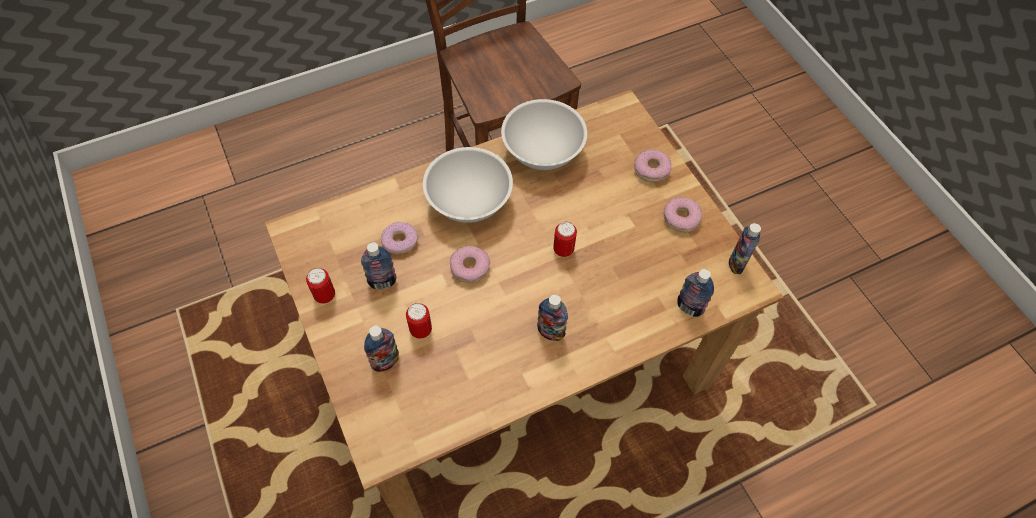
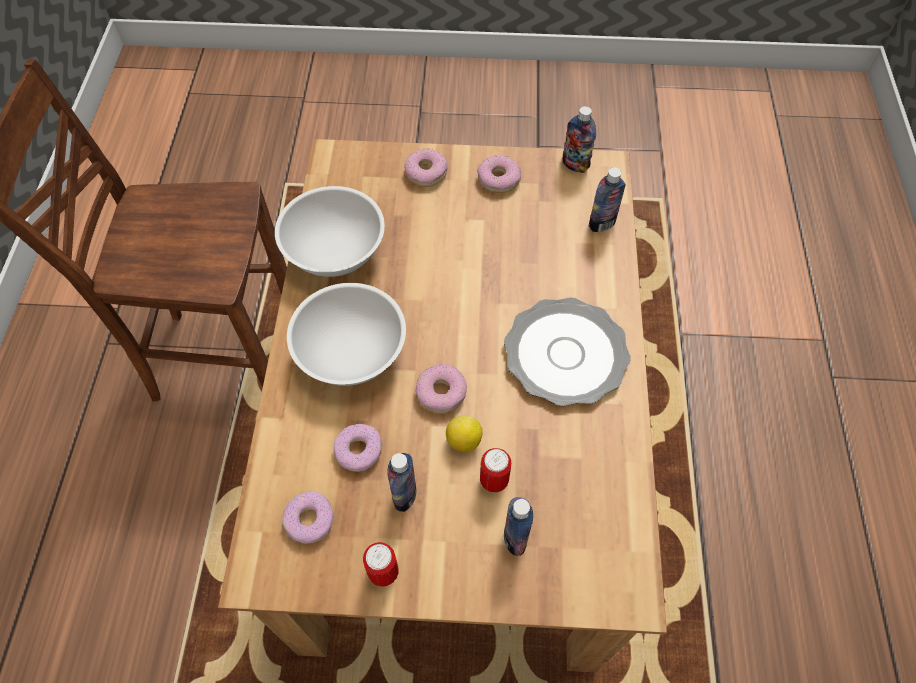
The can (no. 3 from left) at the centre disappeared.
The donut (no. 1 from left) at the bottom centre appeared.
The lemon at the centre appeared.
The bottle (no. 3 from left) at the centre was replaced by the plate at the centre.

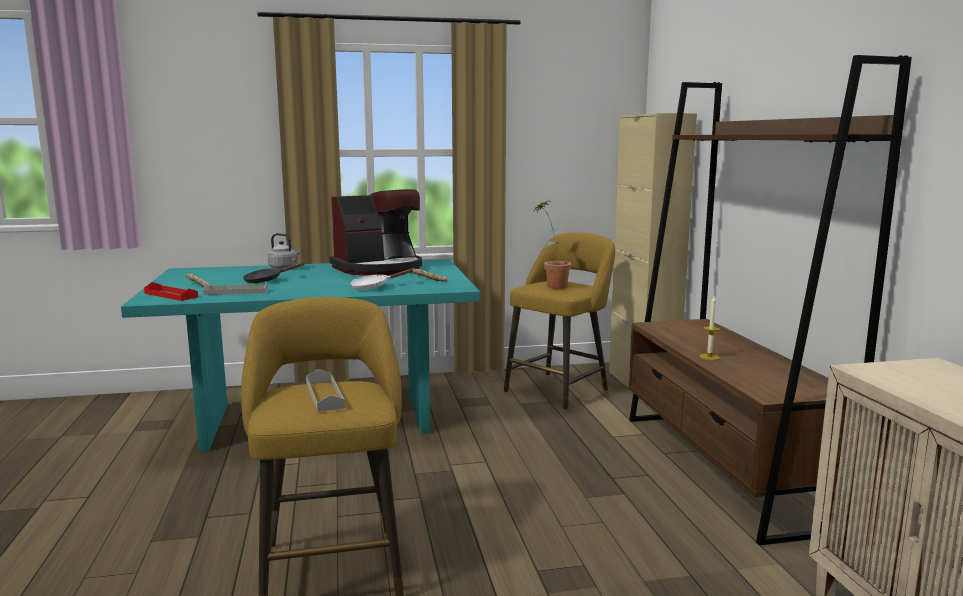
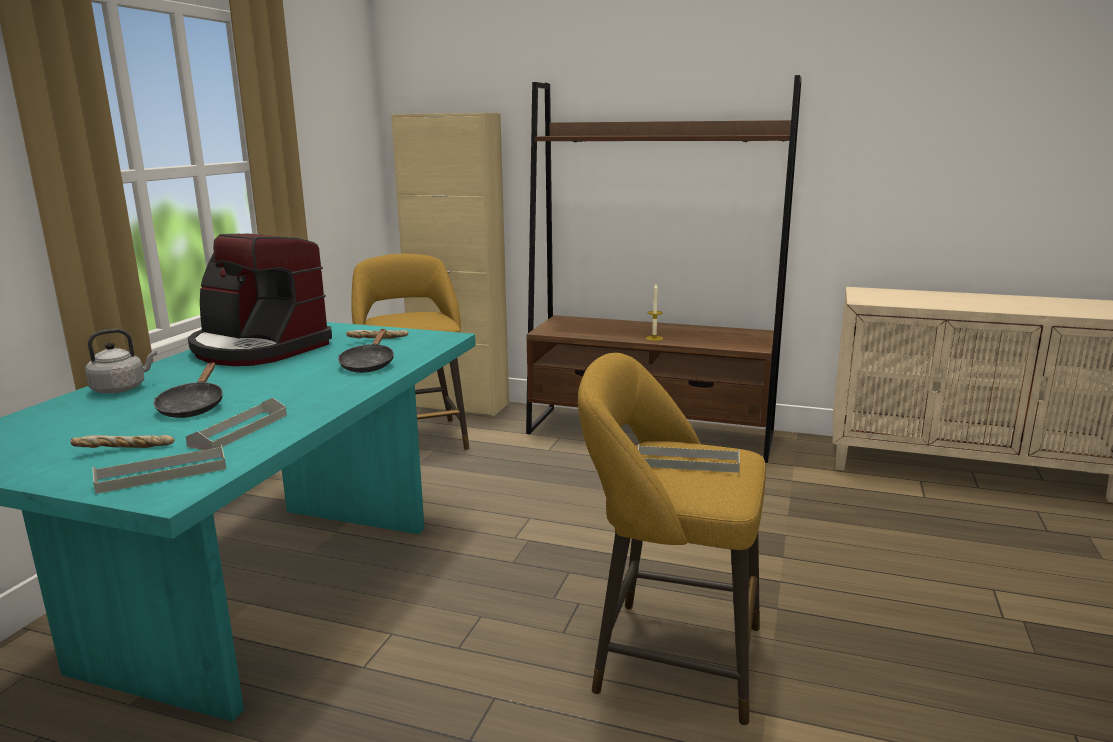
The potted plant at the centre disappeared.
The red tray at the middle left became the grey tray (no. 1 from left) at the middle left.
The white frying pan at the centre became the black frying pan (no. 2 from left) at the middle left.
The coffee machine at the centre turned 120 degrees clockwise.

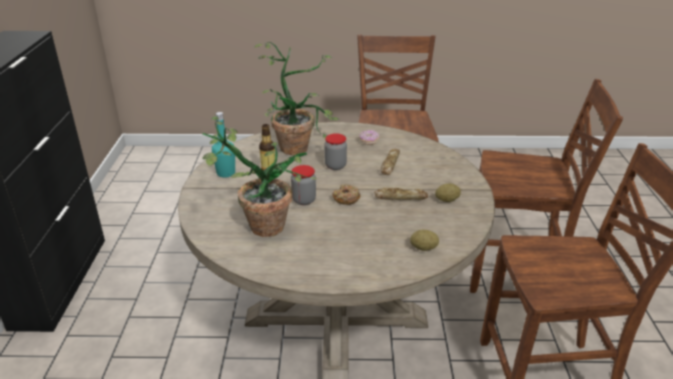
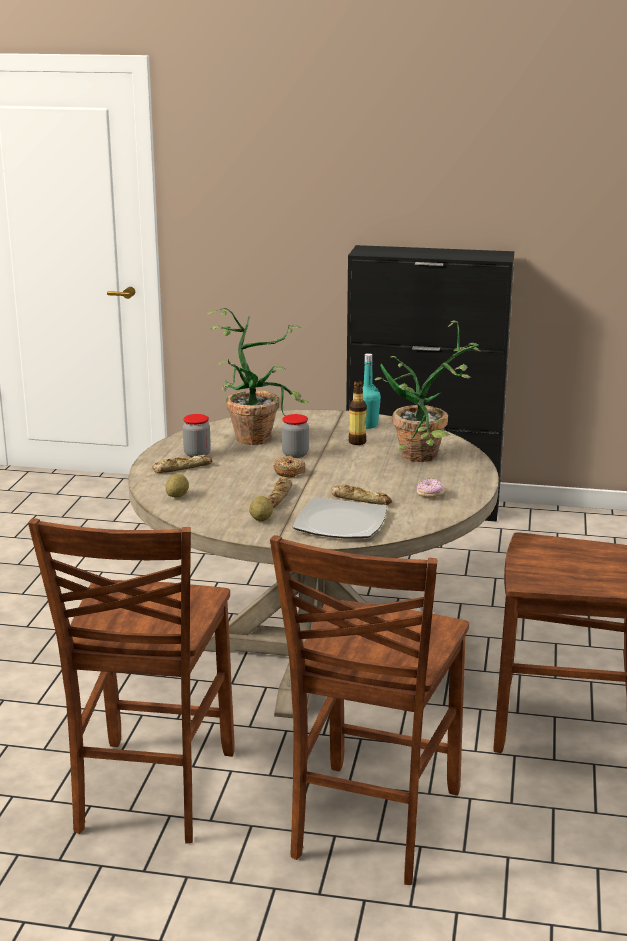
The bread (no. 1 from left) at the middle left appeared.
The plate at the centre appeared.
The jar (no. 2 from left in the first image) moved from the centre to the middle left.

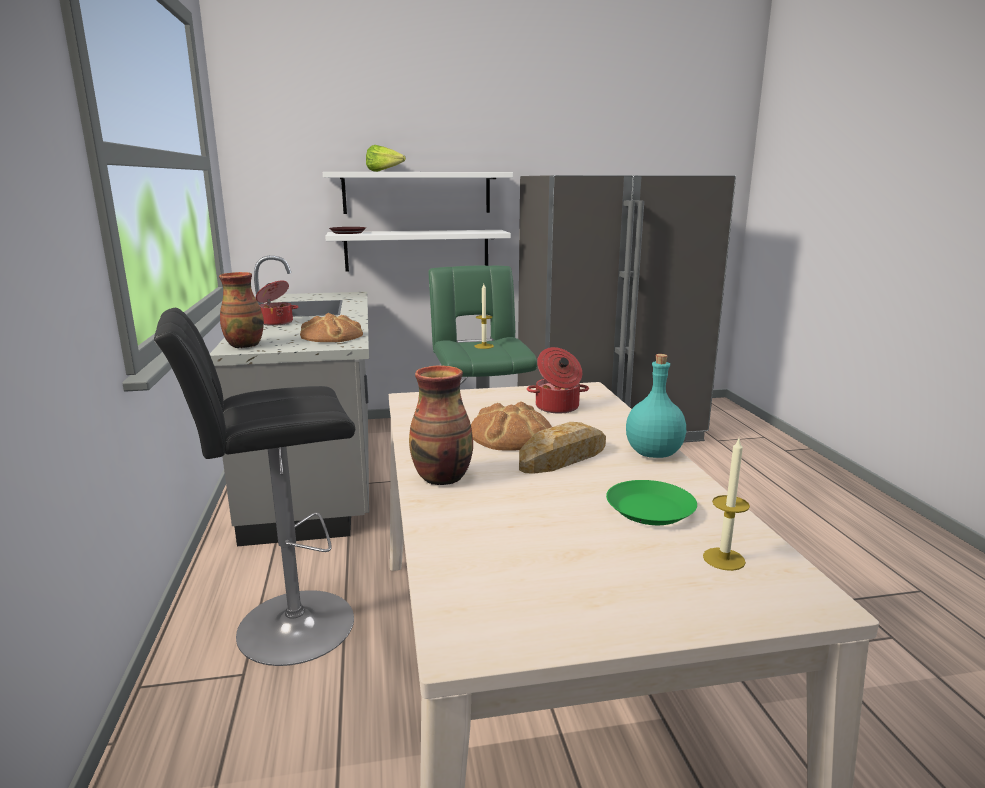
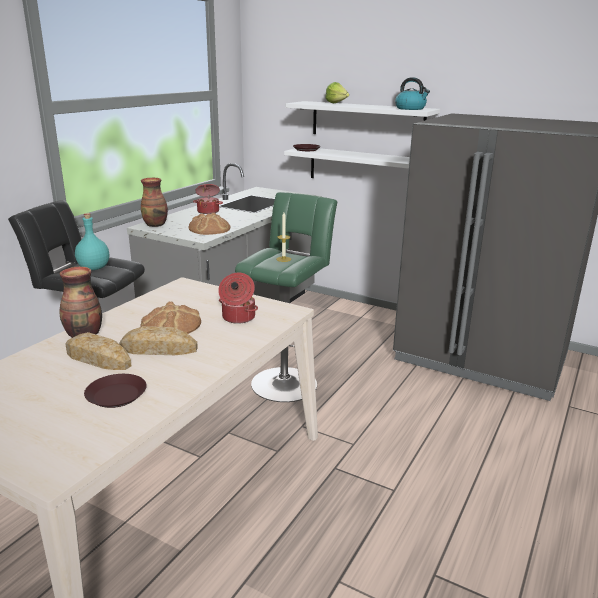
The candle (no. 2 from left) at the middle right disappeared.
The bread (no. 1 from left) at the middle left appeared.
The kettle at the top right appeared.
The turquoise bottle moved from the centre to the middle left.
The green plate at the centre became the brown plate (no. 1 from left) at the middle left.

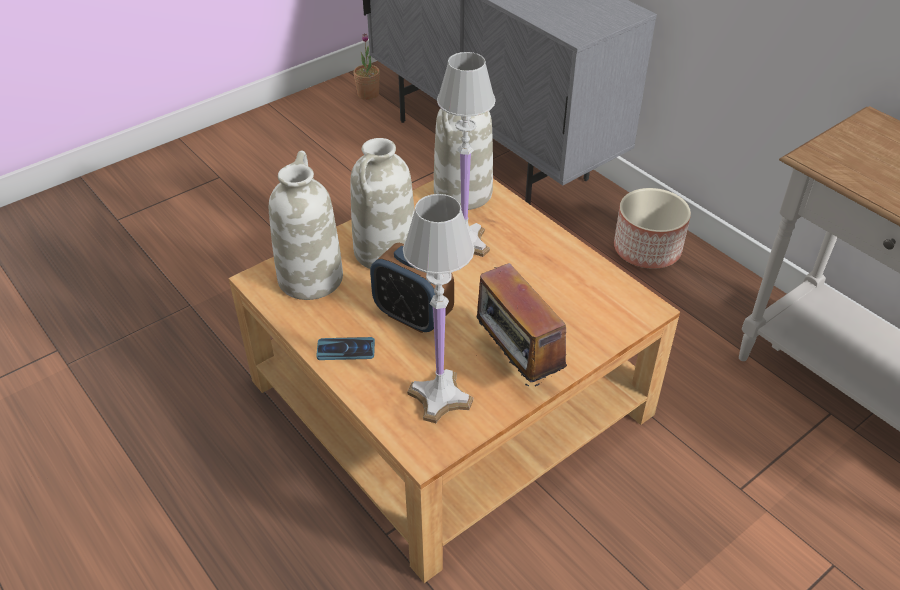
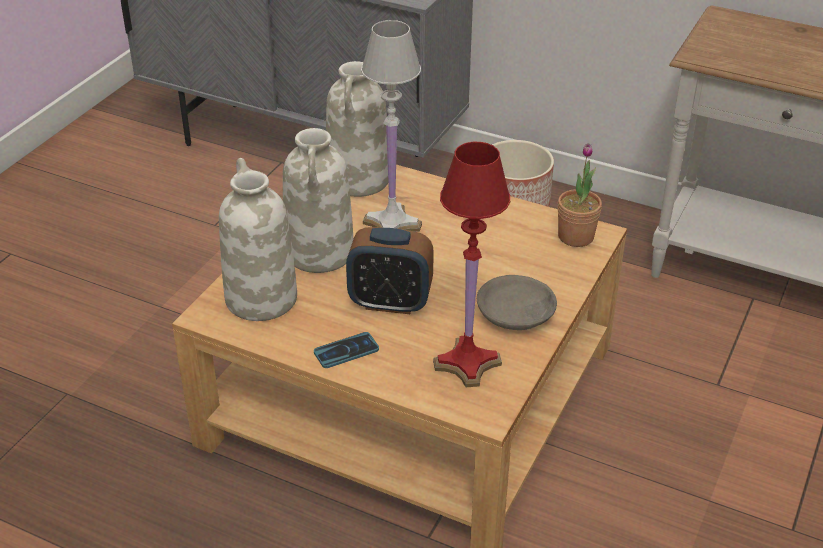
The potted plant moved from the top centre to the middle right.
The radio at the centre was replaced by the grey bowl at the centre.
The white table lamp (no. 1 from left) at the centre became the red table lamp at the centre.

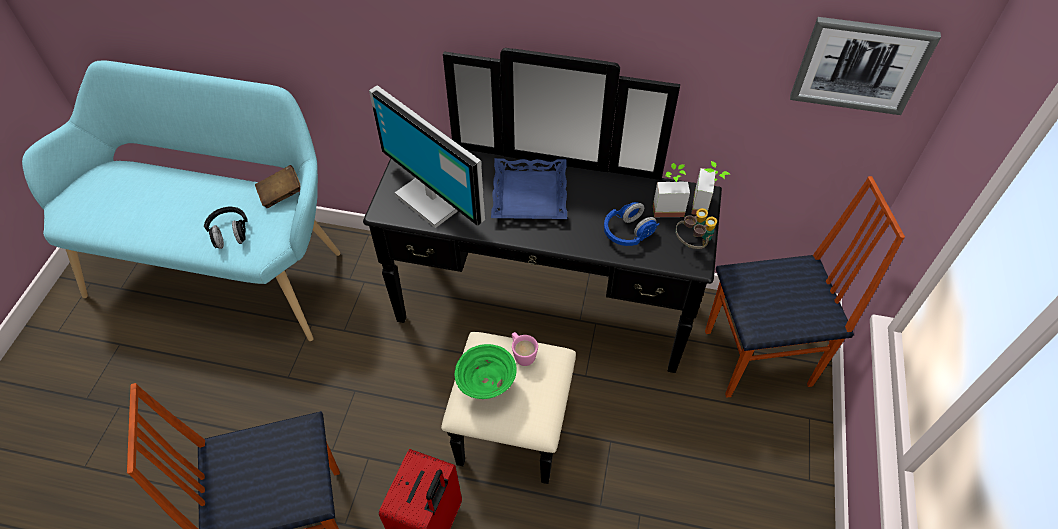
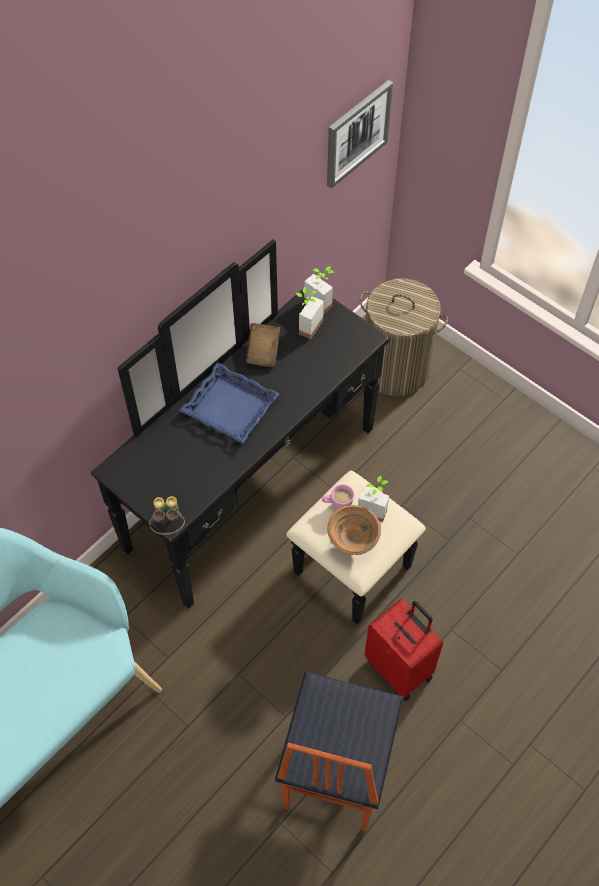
The black headphones at the middle left disappeared.
The monitor at the top centre disappeared.
The blue headphones at the centre disappeared.
The potted plant (no. 3 from left) at the centre appeared.
The brown book moved from the middle left to the centre.
The binoculars moved from the centre to the middle left.
The chair (no. 2 from left) at the middle right was replaced by the laundry basket at the middle right.
The green bowl at the bottom centre became the brown bowl at the centre.

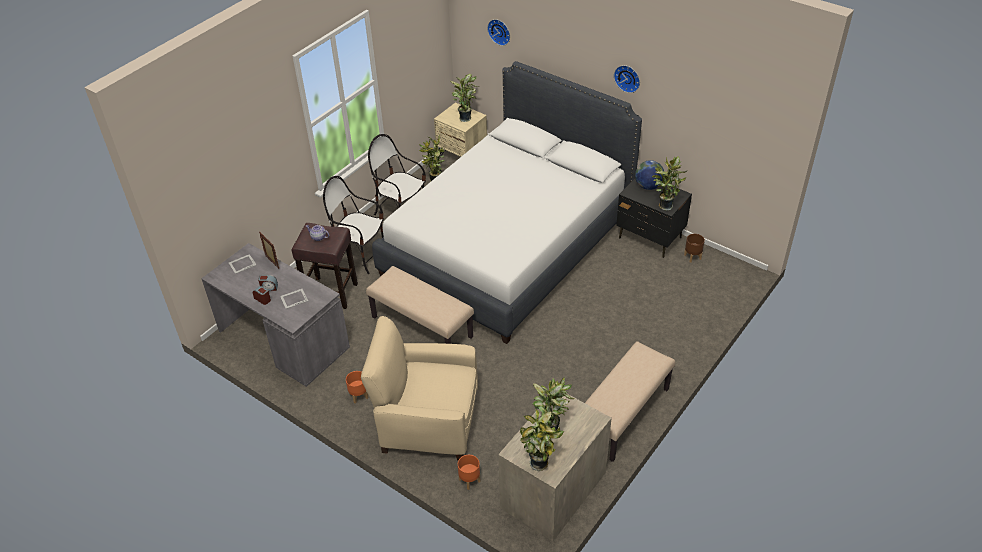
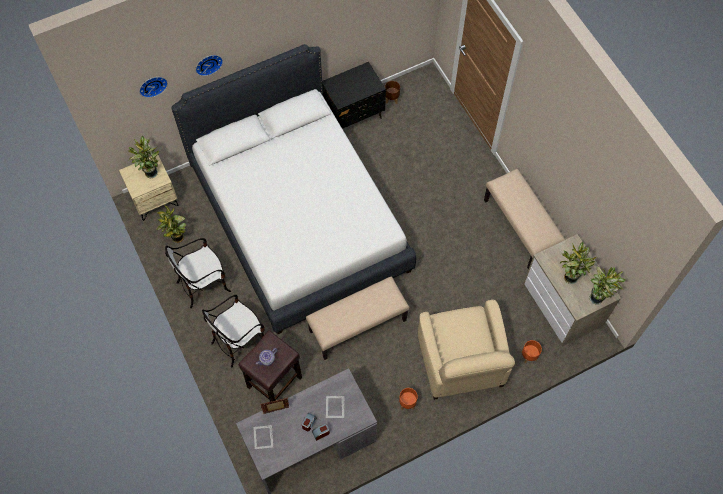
The globe at the top centre disappeared.
The potted plant (no. 5 from left) at the top right disappeared.
The wall clock (no. 2 from left) moved from the top centre to the top left.
The beige armchair at the bottom centre turned 45 degrees counterclockwise.

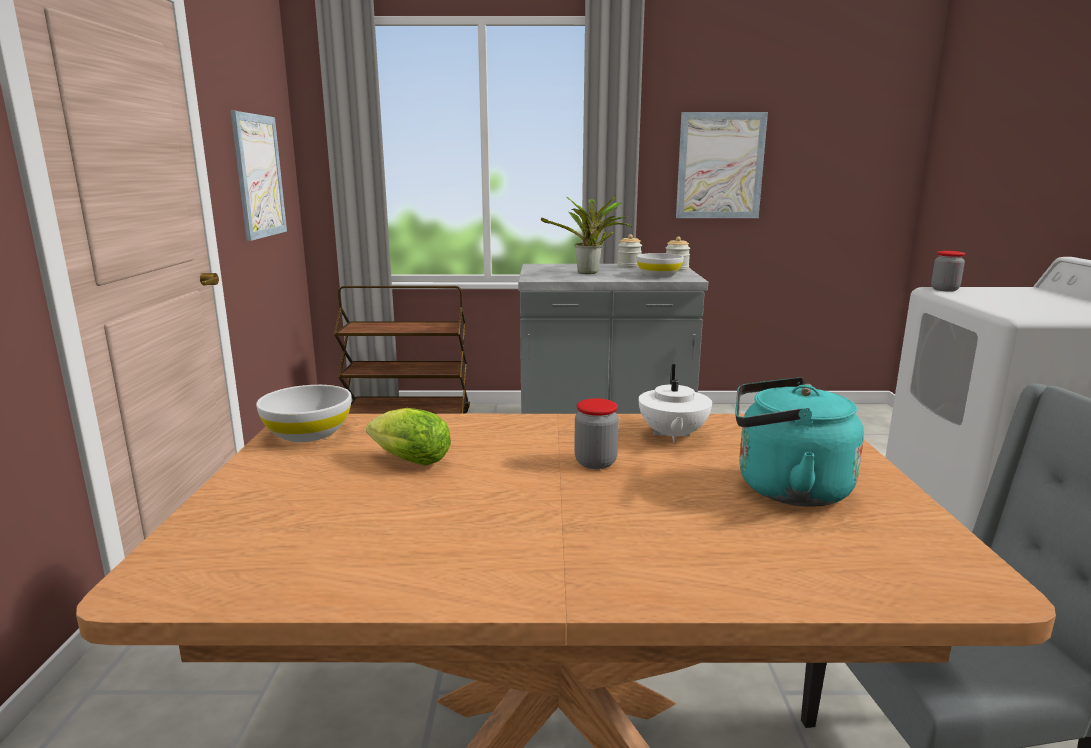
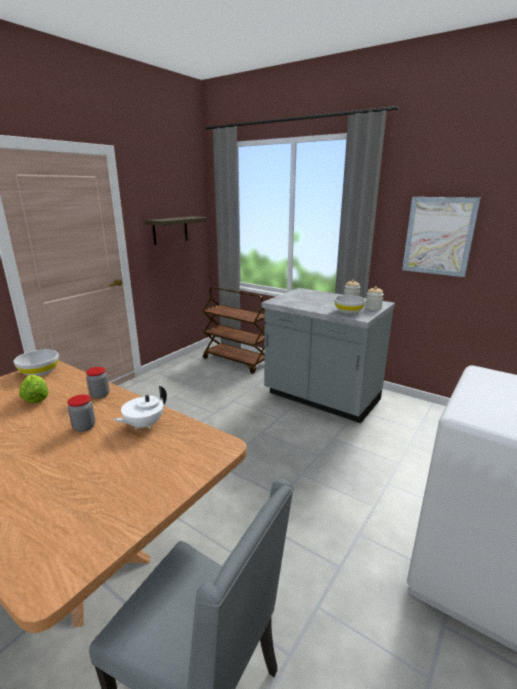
The potted plant at the top centre disappeared.
The turquoise kettle at the middle right disappeared.
The jar (no. 4 from left in the first image) moved from the middle right to the middle left.
The picture (no. 1 from left) at the top left was replaced by the shelf at the centre.

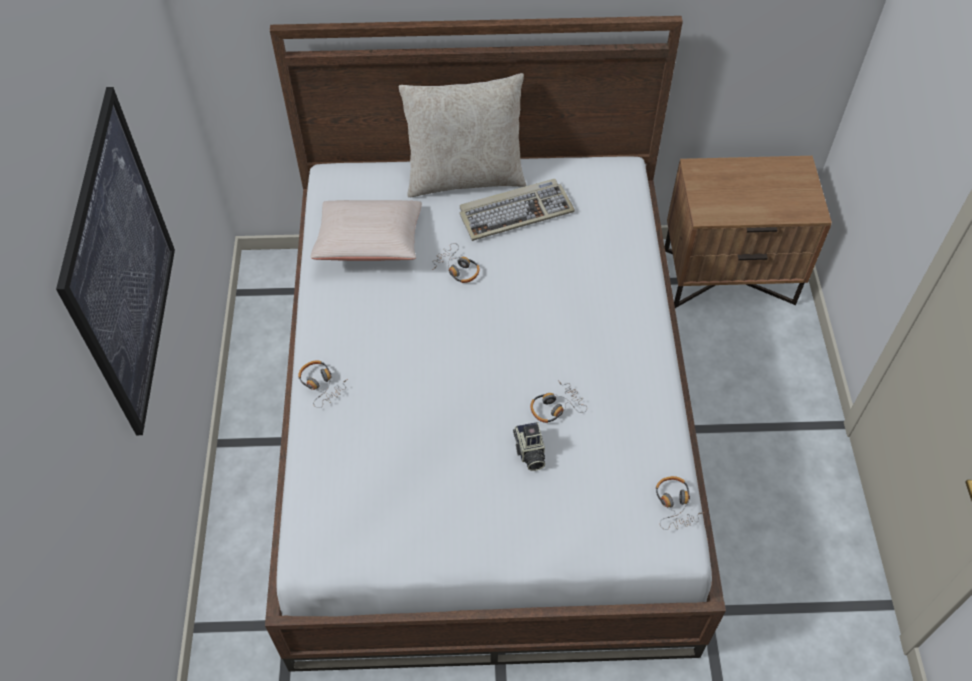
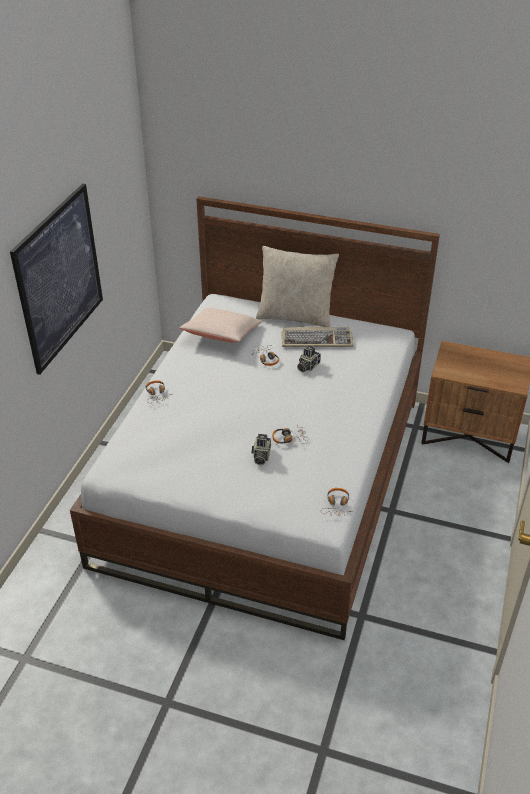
The photo camera (no. 2 from left) at the centre appeared.

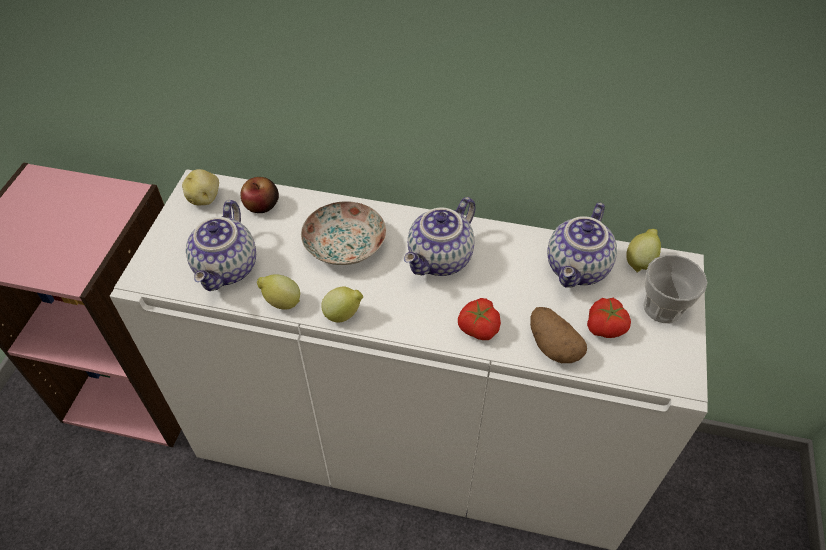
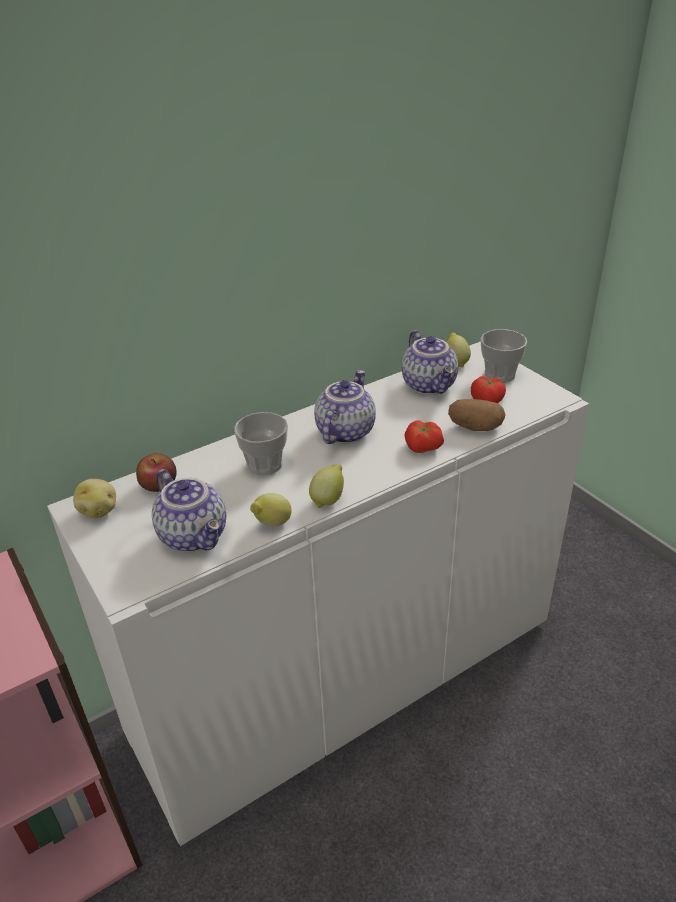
The plate at the centre was replaced by the cup (no. 1 from left) at the centre.
The teapot (no. 2 from left) at the centre turned 150 degrees counterclockwise.

